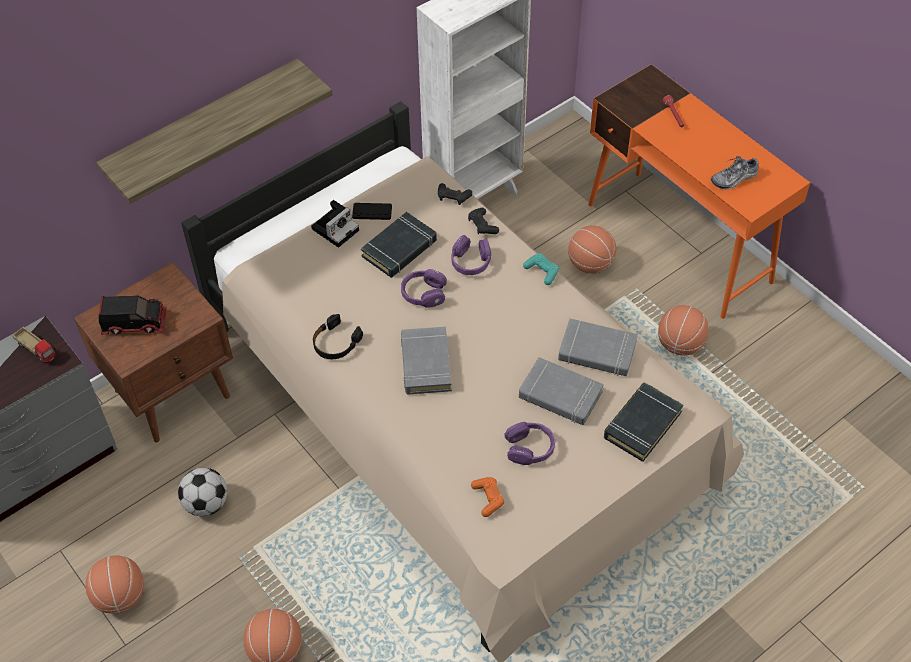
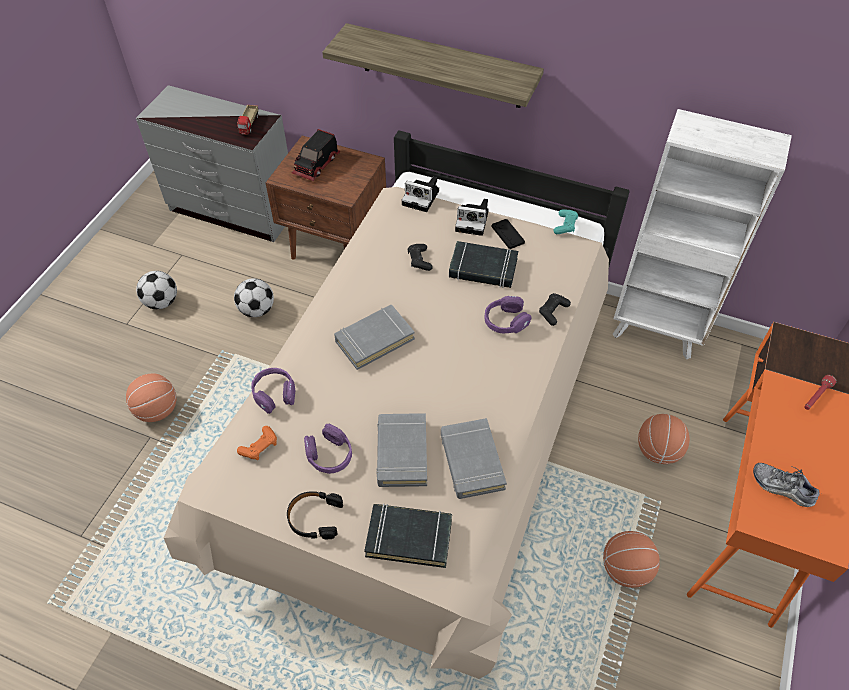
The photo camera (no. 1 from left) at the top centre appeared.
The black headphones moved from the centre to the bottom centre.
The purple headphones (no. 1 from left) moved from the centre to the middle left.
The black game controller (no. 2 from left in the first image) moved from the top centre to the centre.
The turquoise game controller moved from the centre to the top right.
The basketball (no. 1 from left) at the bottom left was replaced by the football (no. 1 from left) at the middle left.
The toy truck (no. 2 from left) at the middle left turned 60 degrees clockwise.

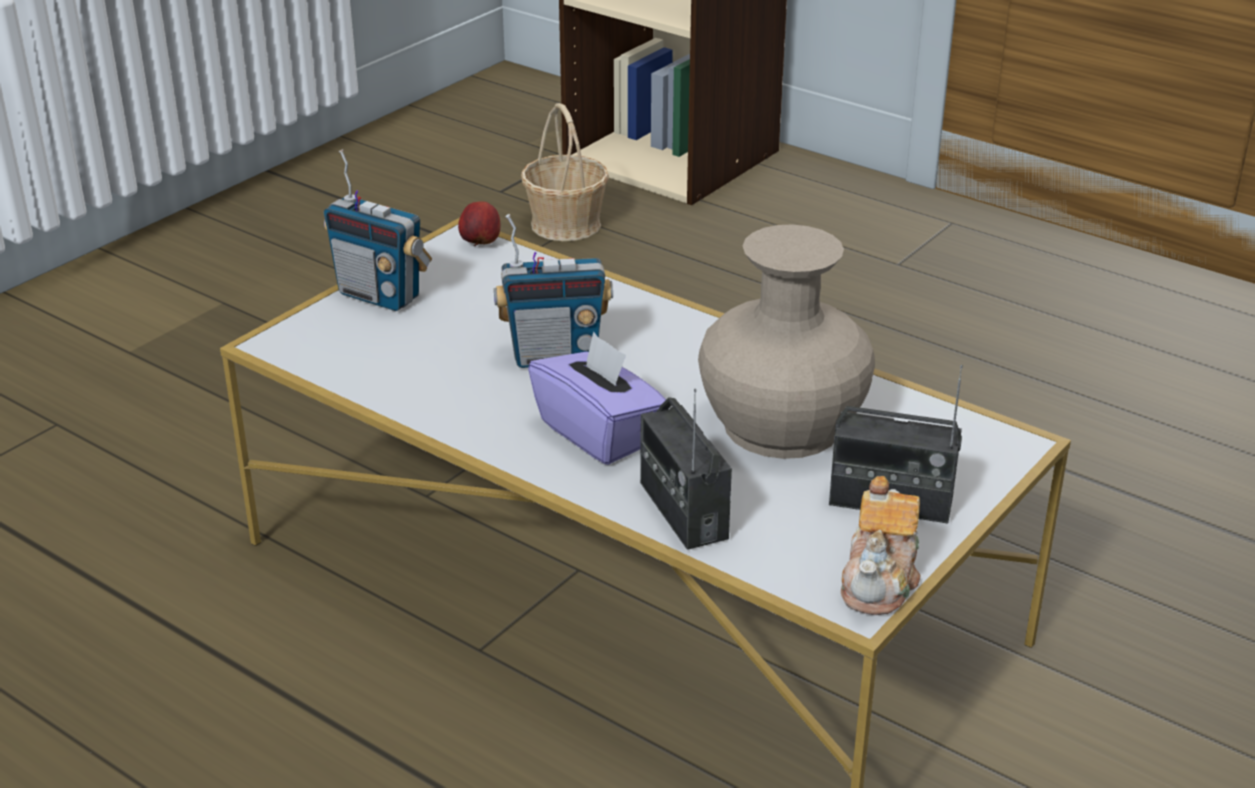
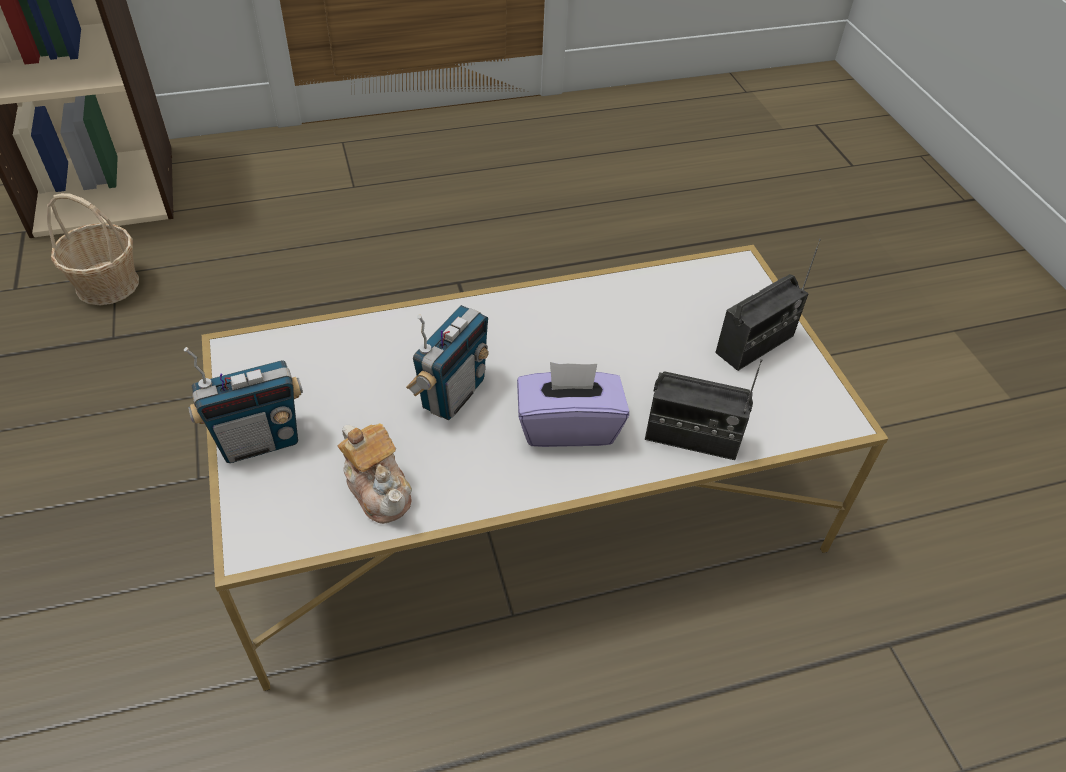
The apple at the top centre disappeared.
The beige vase at the centre disappeared.
The teapot moved from the bottom right to the centre.

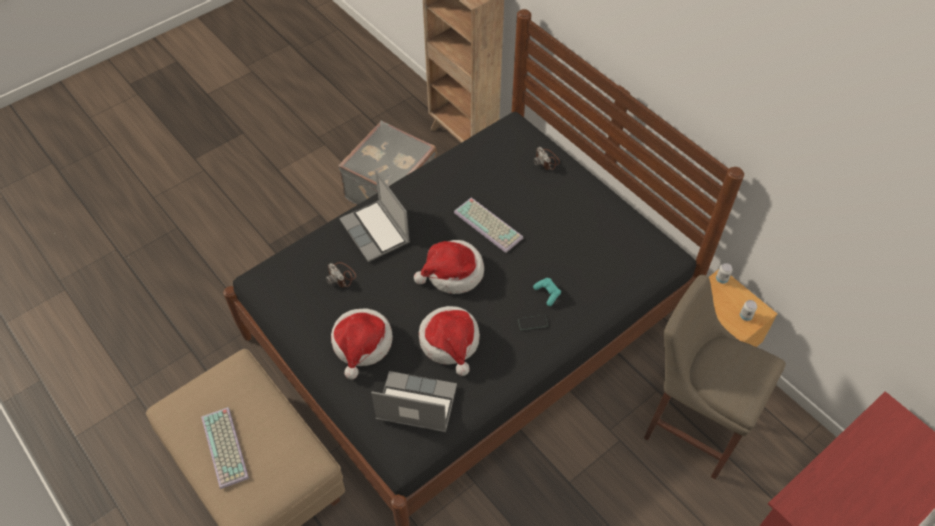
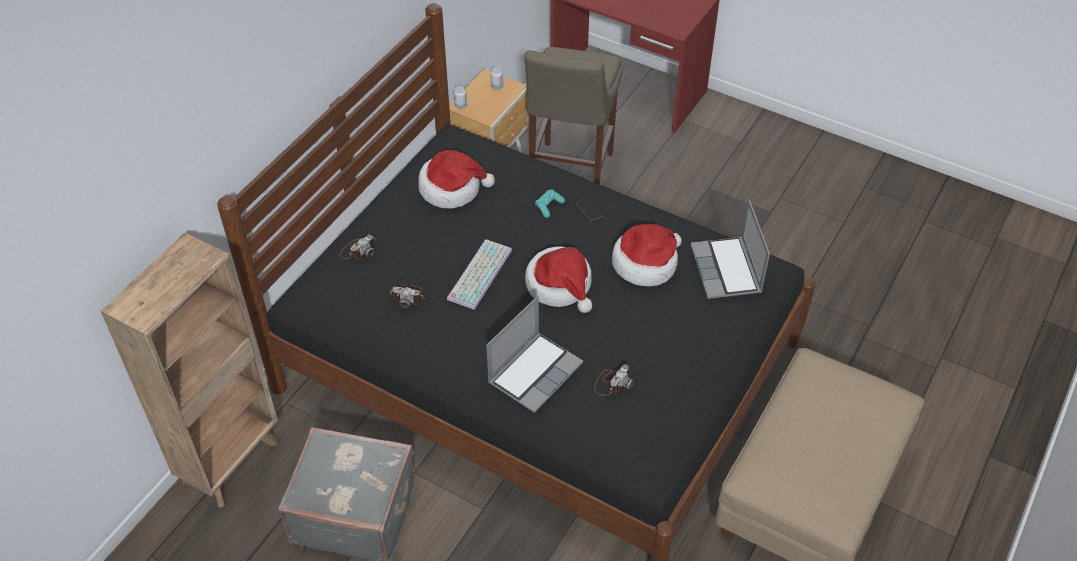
The keyboard (no. 1 from left) at the bottom left disappeared.
The photo camera (no. 2 from left) at the centre appeared.
The hat (no. 1 from left) moved from the centre to the top centre.

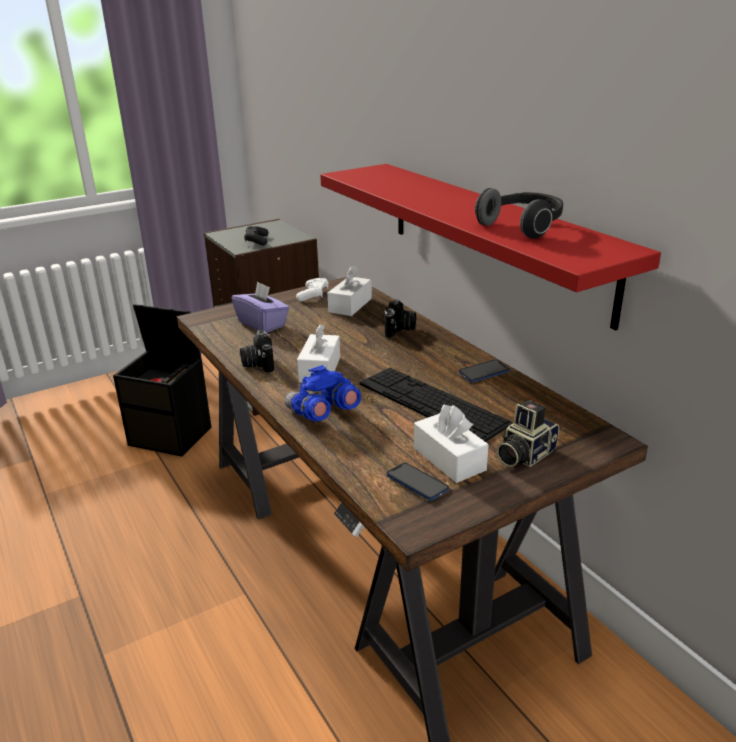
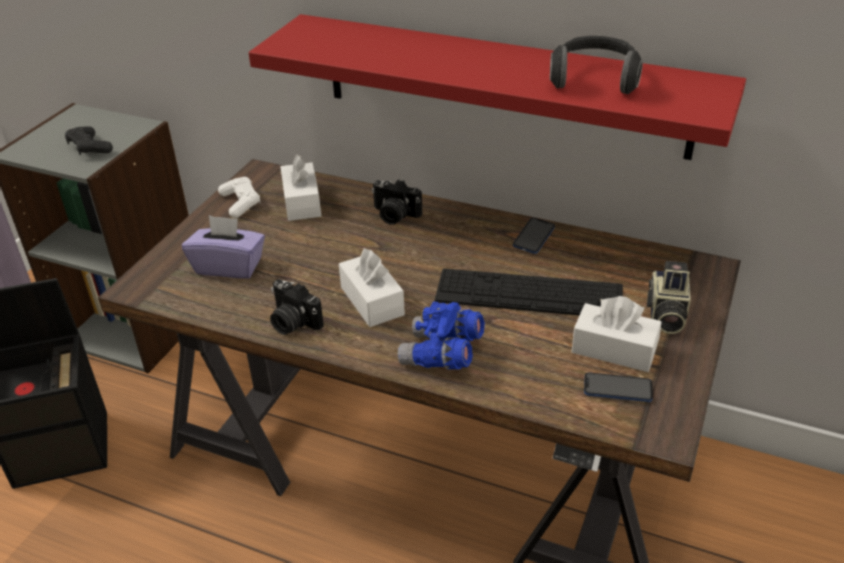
The photo camera (no. 2 from left) at the centre turned 135 degrees clockwise.

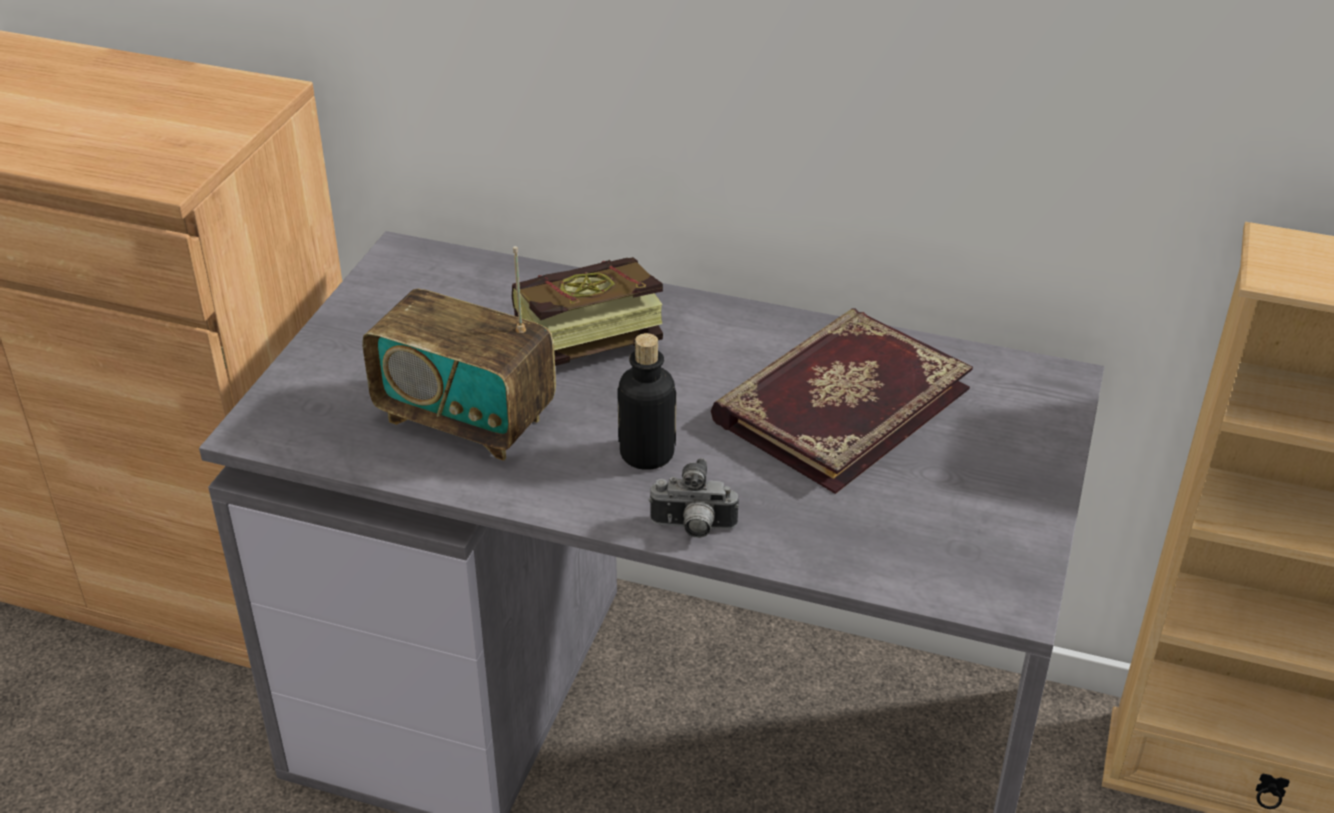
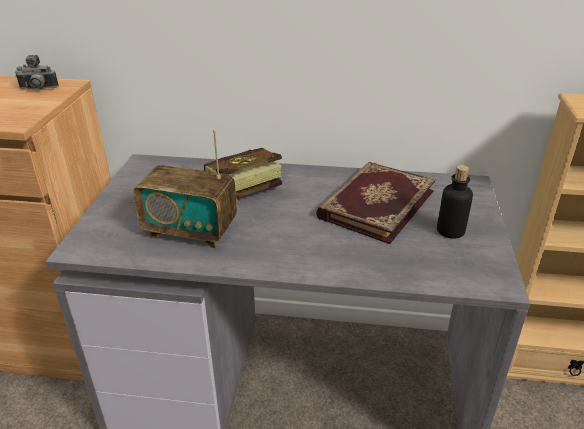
The bottle moved from the centre to the middle right.
The photo camera moved from the centre to the top left.

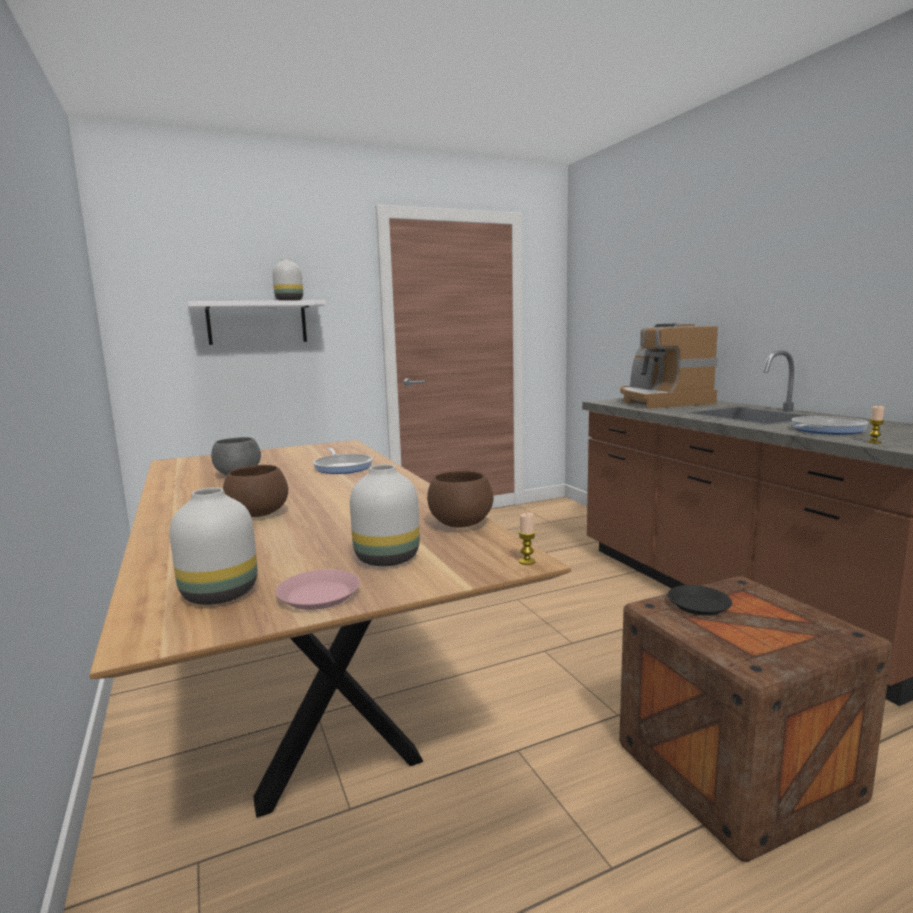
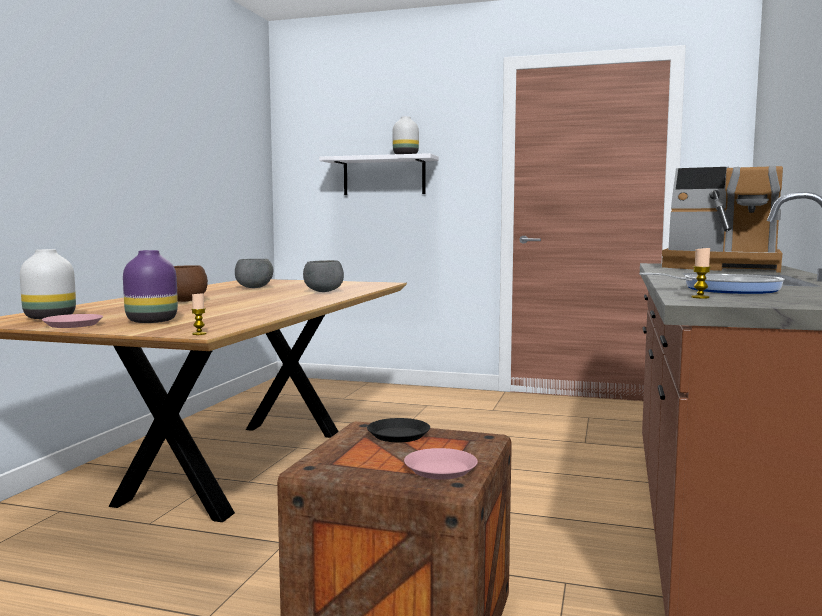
The brown bowl (no. 2 from left) at the centre disappeared.
The pink plate (no. 2 from left) at the bottom centre appeared.
The frying pan (no. 1 from left) at the centre was replaced by the grey bowl (no. 2 from left) at the centre.
The white vase (no. 3 from left) at the centre became the purple vase at the middle left.
The coffee machine at the middle right turned 90 degrees counterclockwise.

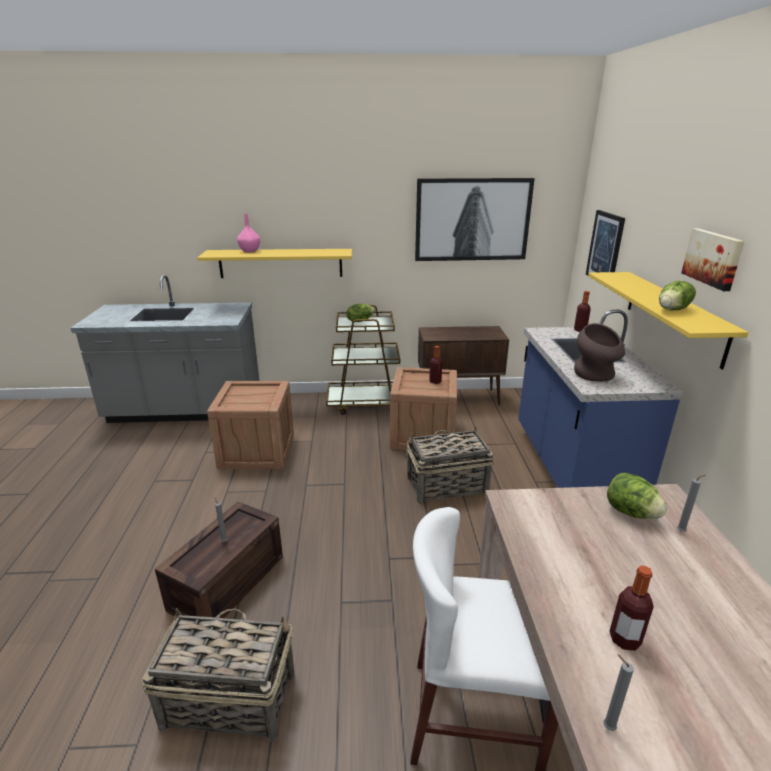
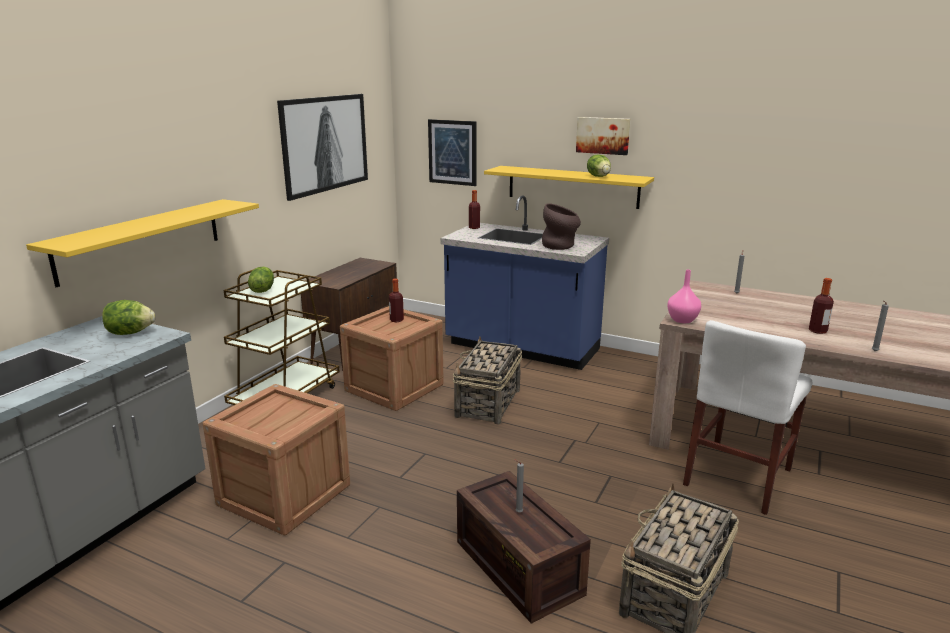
The pink vase moved from the top left to the middle right.
The lettuce (no. 2 from left in the first image) moved from the middle right to the middle left.

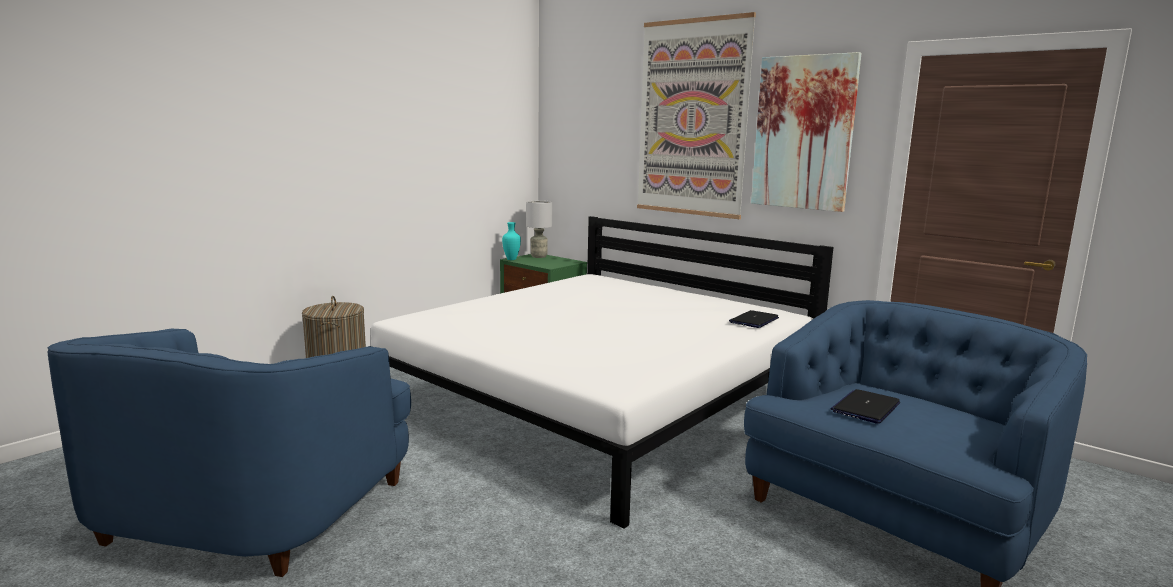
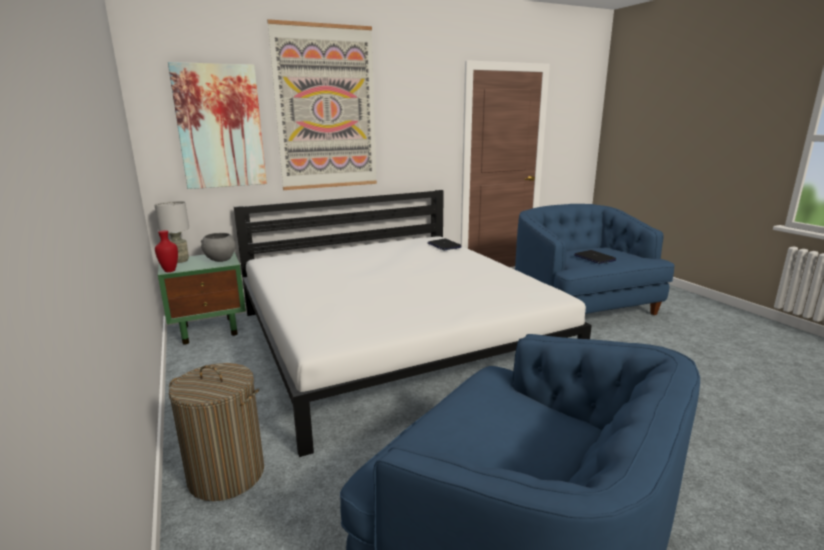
The grey bowl at the middle left appeared.
The picture (no. 2 from left in the first image) moved from the top right to the top left.
The turquoise vase at the centre became the red vase at the middle left.

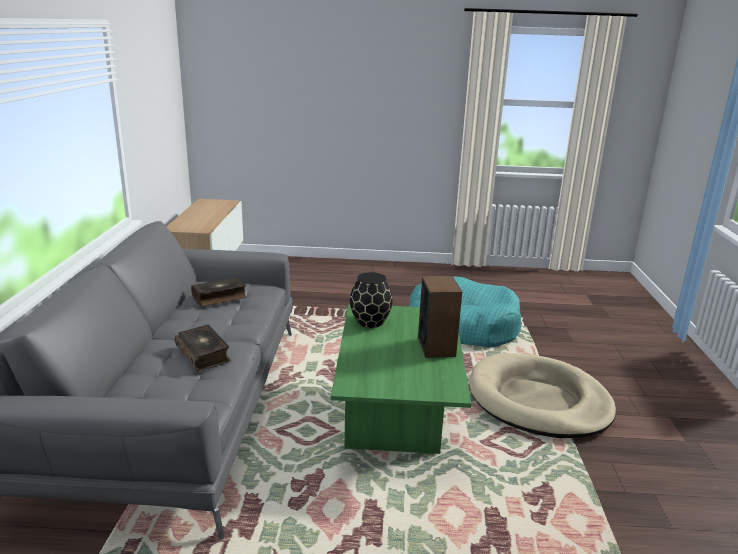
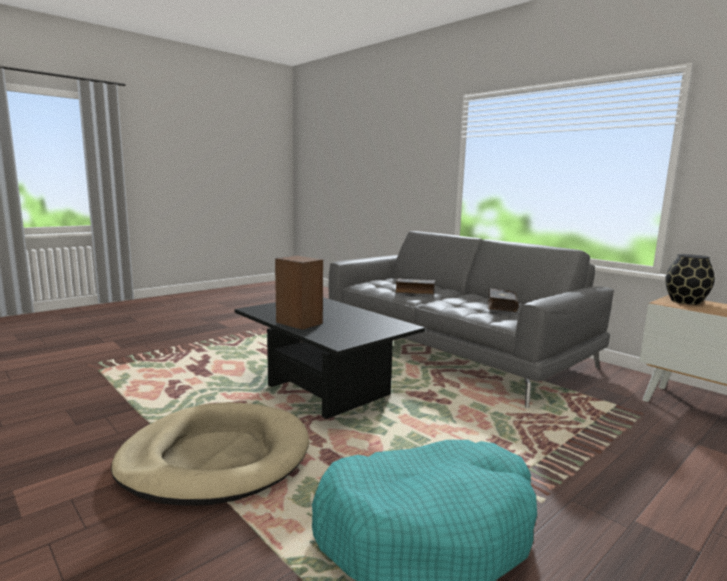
The black vase moved from the centre to the middle right.
The green coffee table at the bottom centre became the black coffee table at the centre.

